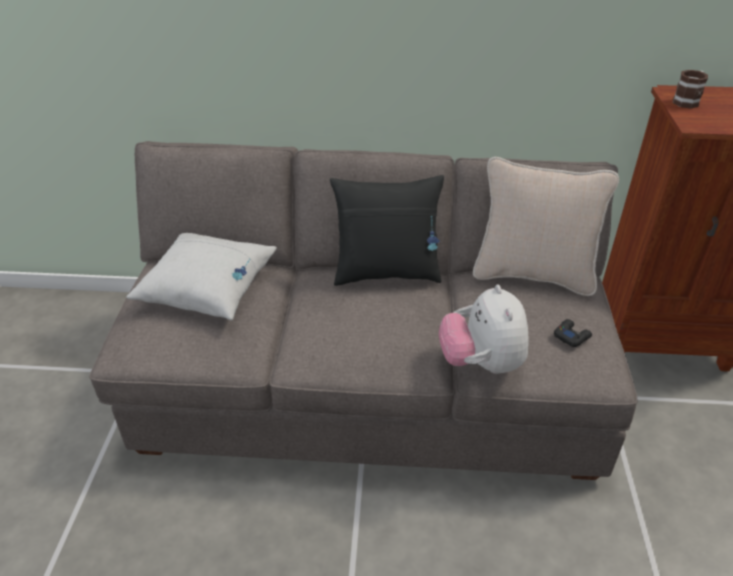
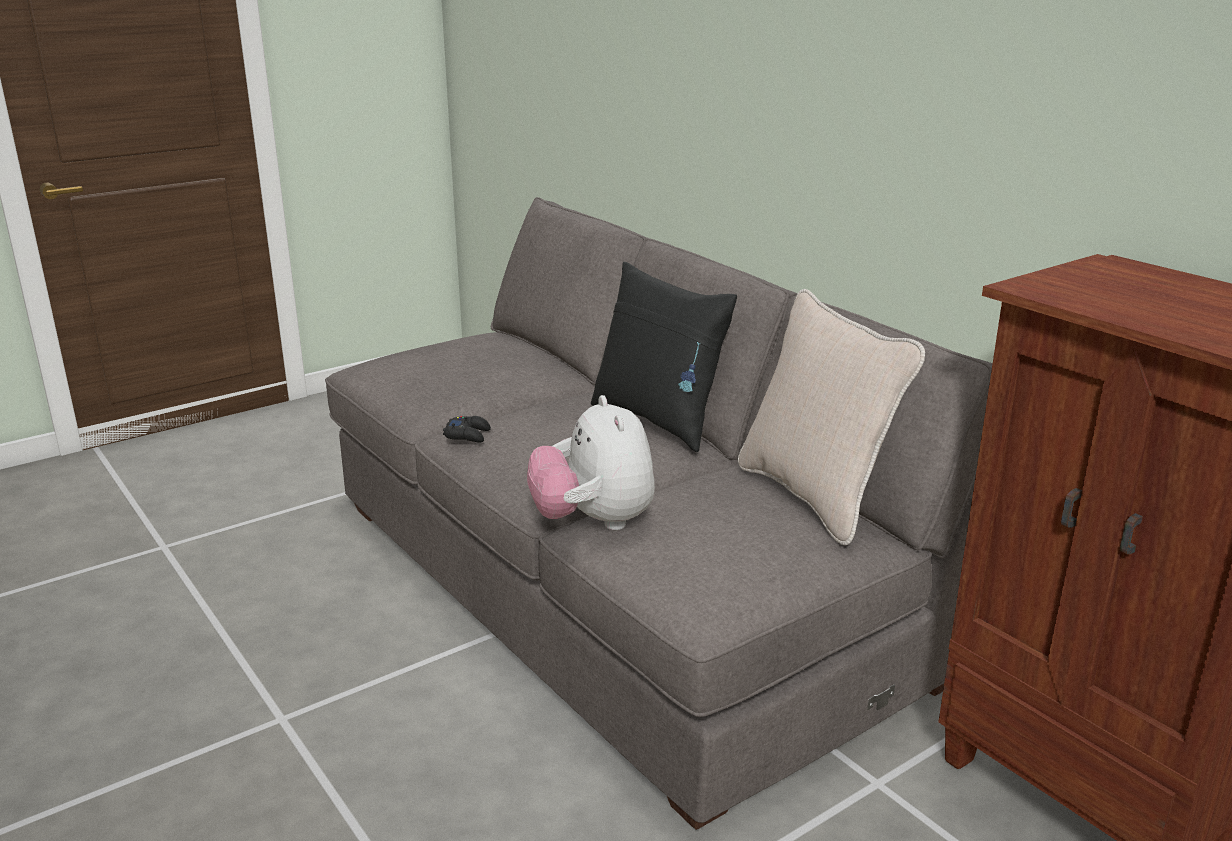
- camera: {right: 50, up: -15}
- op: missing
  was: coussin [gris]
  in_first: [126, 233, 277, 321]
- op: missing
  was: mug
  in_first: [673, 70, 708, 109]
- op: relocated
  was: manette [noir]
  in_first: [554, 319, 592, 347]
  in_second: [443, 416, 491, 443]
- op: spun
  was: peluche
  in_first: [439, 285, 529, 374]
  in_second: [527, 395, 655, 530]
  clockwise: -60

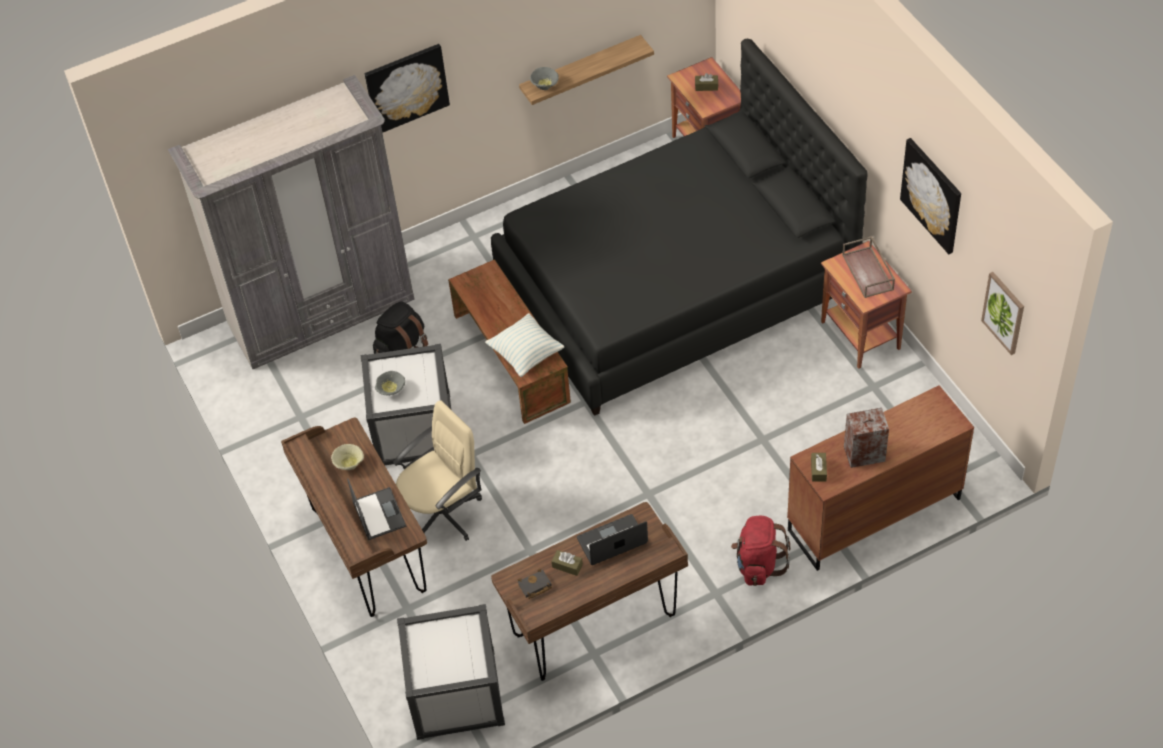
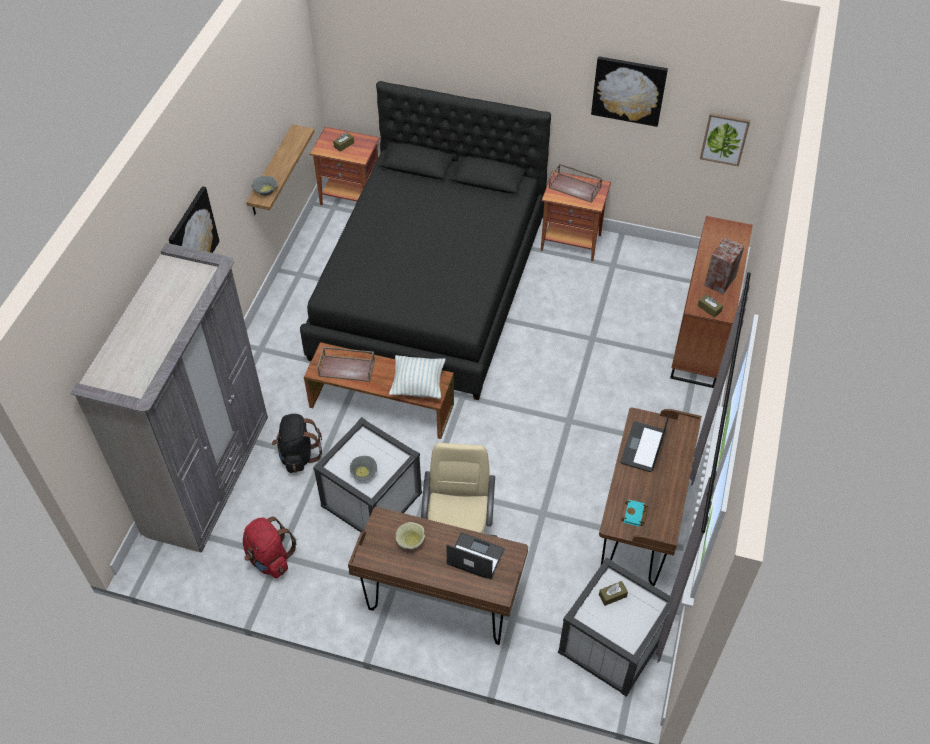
- camera: {right: -50, up: 0}
- op: appeared
  now: plateau [marron]
  in_second: [317, 347, 375, 382]
- op: relocated
  was: boîte à mouchoirs [marron]
  in_first: [551, 550, 583, 576]
  in_second: [599, 581, 628, 606]
- op: relocated
  was: sac à dos [rouge]
  in_first: [731, 516, 790, 586]
  in_second: [243, 517, 297, 578]
- op: colour
  was: livre [noir]
  now: livre [turquoise]
  in_first: [518, 569, 552, 599]
  in_second: [621, 500, 648, 527]

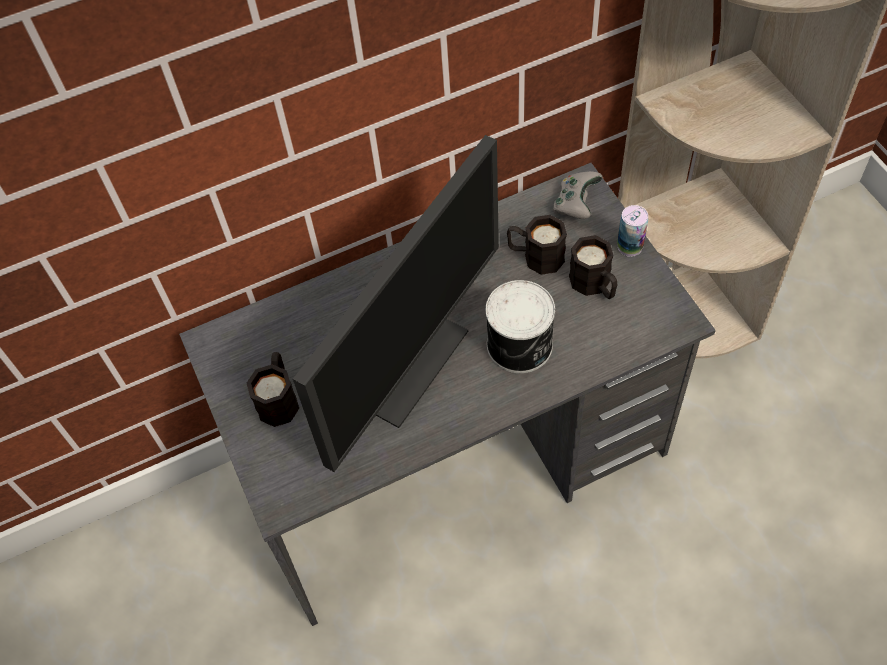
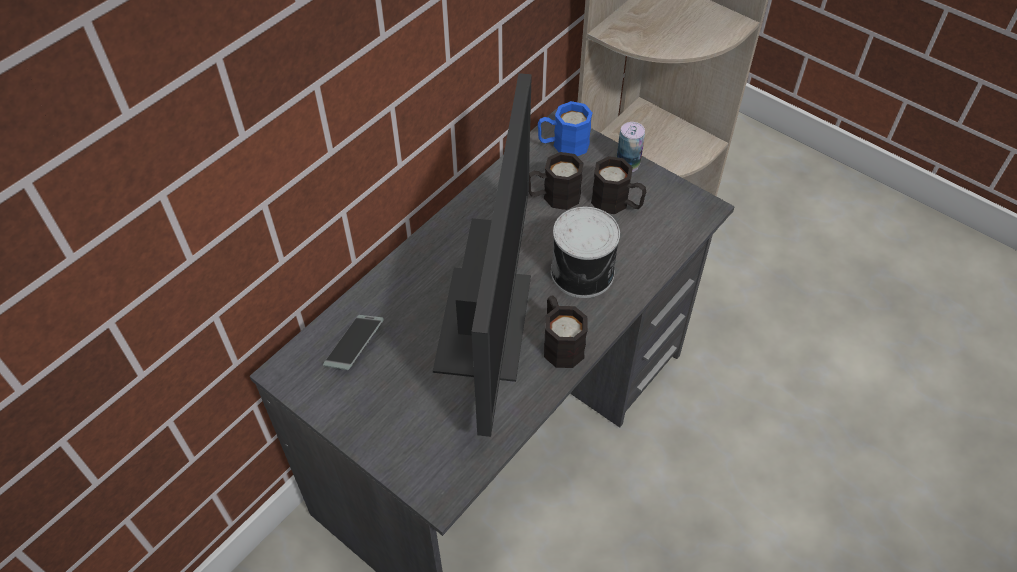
- camera: {right: -30, up: -5}
- op: appeared
  now: téléphone
  in_second: [323, 315, 384, 370]
- op: relocated
  was: mug [noir]
  in_first: [247, 352, 299, 427]
  in_second: [544, 296, 588, 368]
- op: exchanged
  was: manette [gris]
  now: mug [bleu]
  in_first: [553, 171, 603, 219]
  in_second: [538, 101, 592, 156]

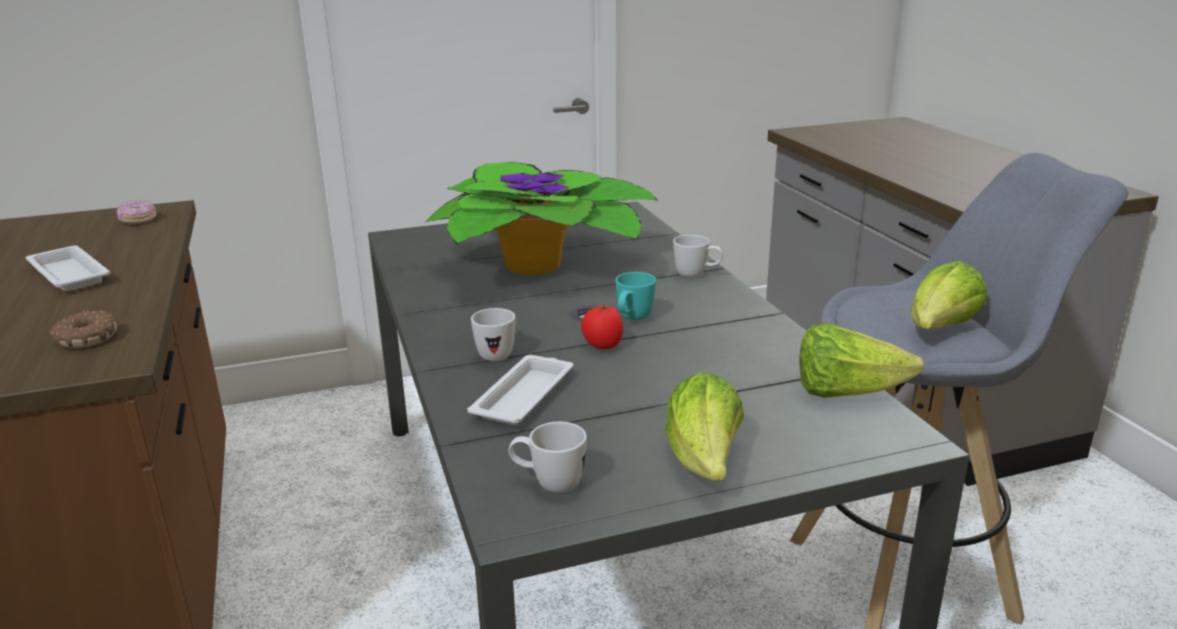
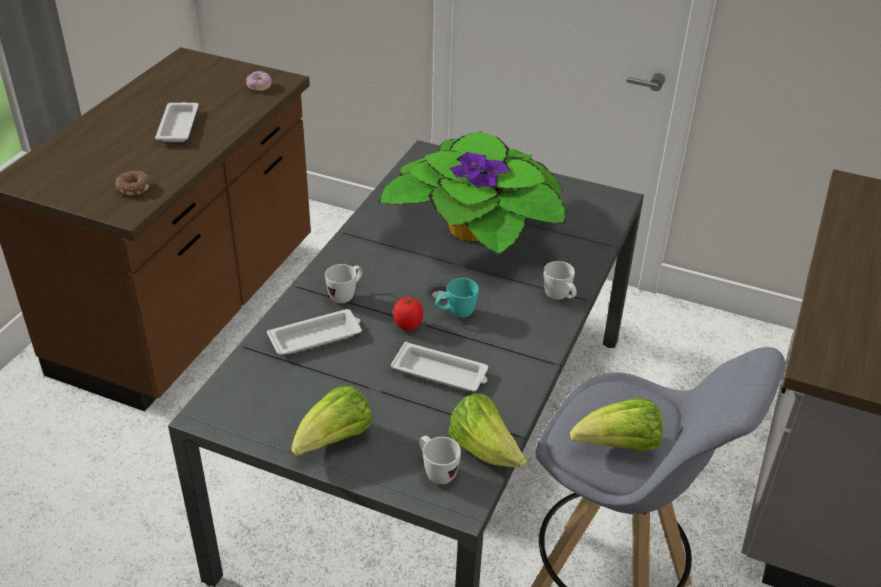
- camera: {right: 40, up: 15}
- op: appeared
  now: plateau [blanc]
  in_second: [391, 342, 488, 392]
- op: relocated
  was: mug [blanc]
  in_first: [509, 422, 587, 493]
  in_second: [419, 436, 461, 484]

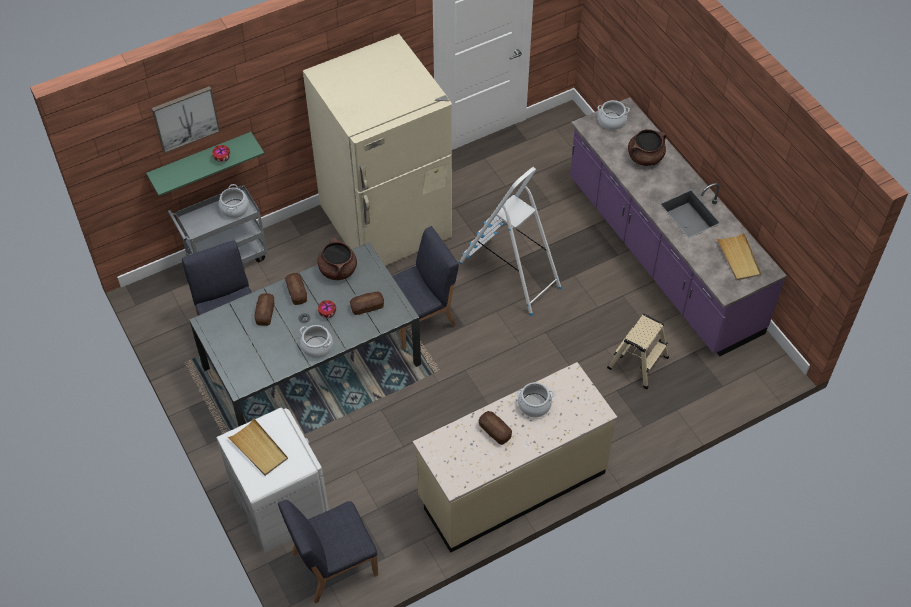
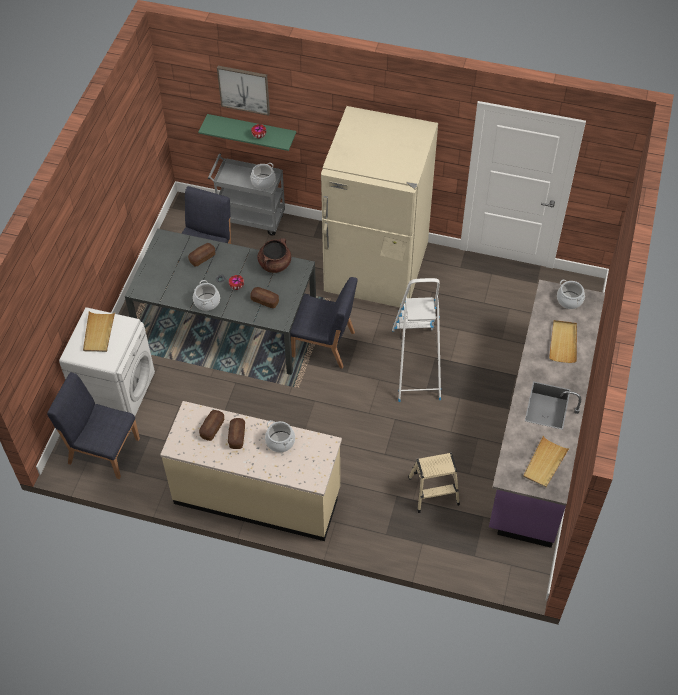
- camera: {right: 45, up: 0}
- op: relocated
  was: pain
  in_first: [285, 273, 307, 305]
  in_second: [199, 410, 224, 441]
- op: exchanged
  was: marmite [marron]
  now: plateau [beige]
  in_first: [628, 129, 666, 166]
  in_second: [549, 320, 577, 363]

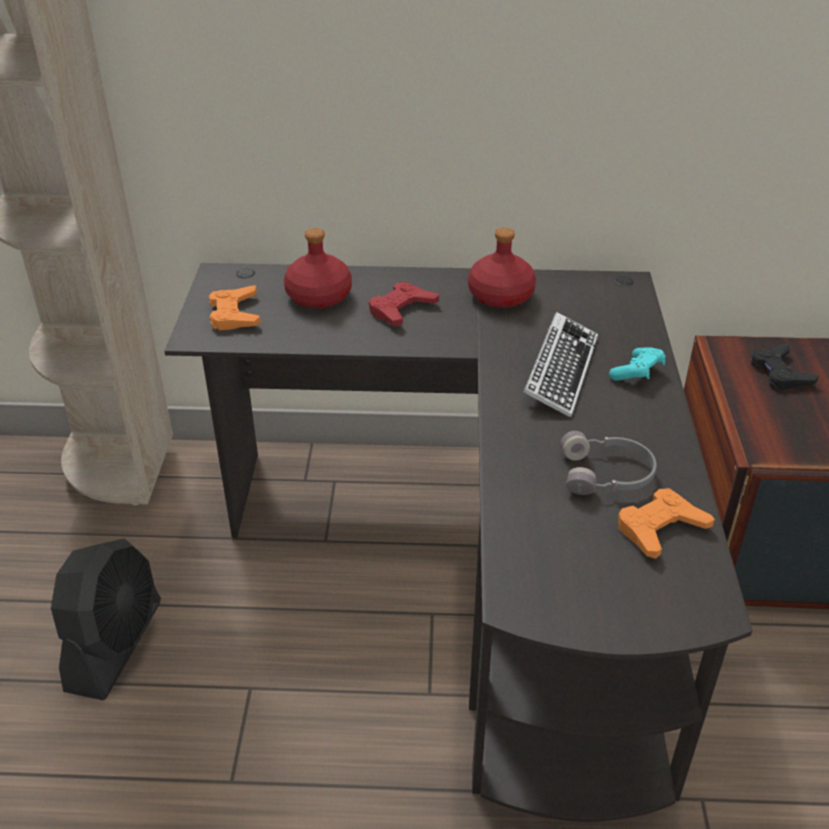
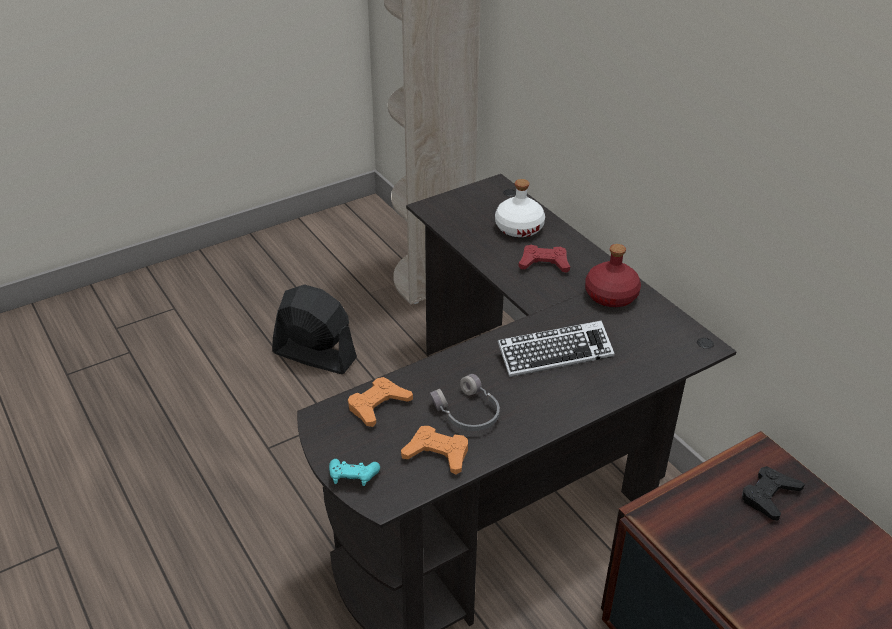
- camera: {right: 55, up: 0}
- op: relocated
  was: manette [orange]
  in_first: [209, 285, 260, 330]
  in_second: [348, 377, 413, 427]
- op: relocated
  was: manette [turquoise]
  in_first: [609, 347, 665, 381]
  in_second: [329, 459, 380, 486]
- op: colour
  was: bouteille [rouge]
  now: bouteille [blanc]
  in_first: [284, 228, 352, 308]
  in_second: [495, 179, 545, 237]
- op: spun
  was: ventilateur [noir]
  in_first: [51, 538, 161, 700]
  in_second: [272, 284, 357, 374]
  clockwise: -135

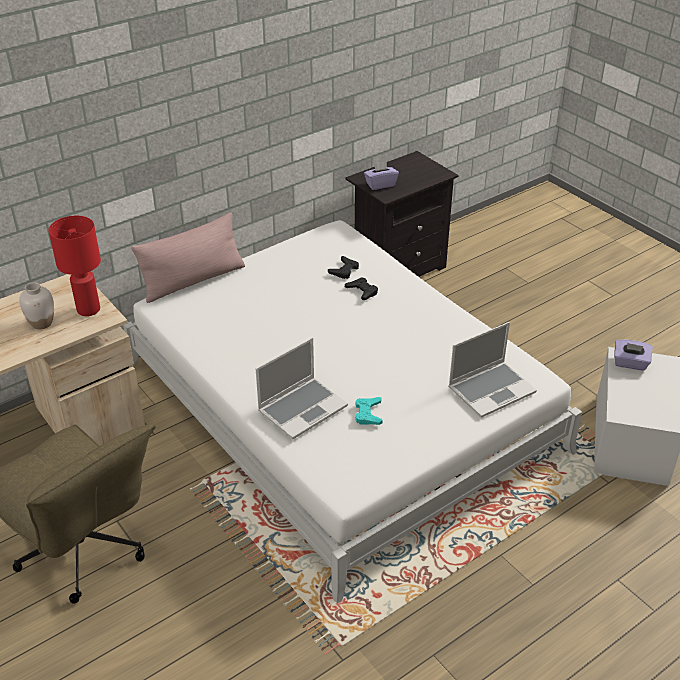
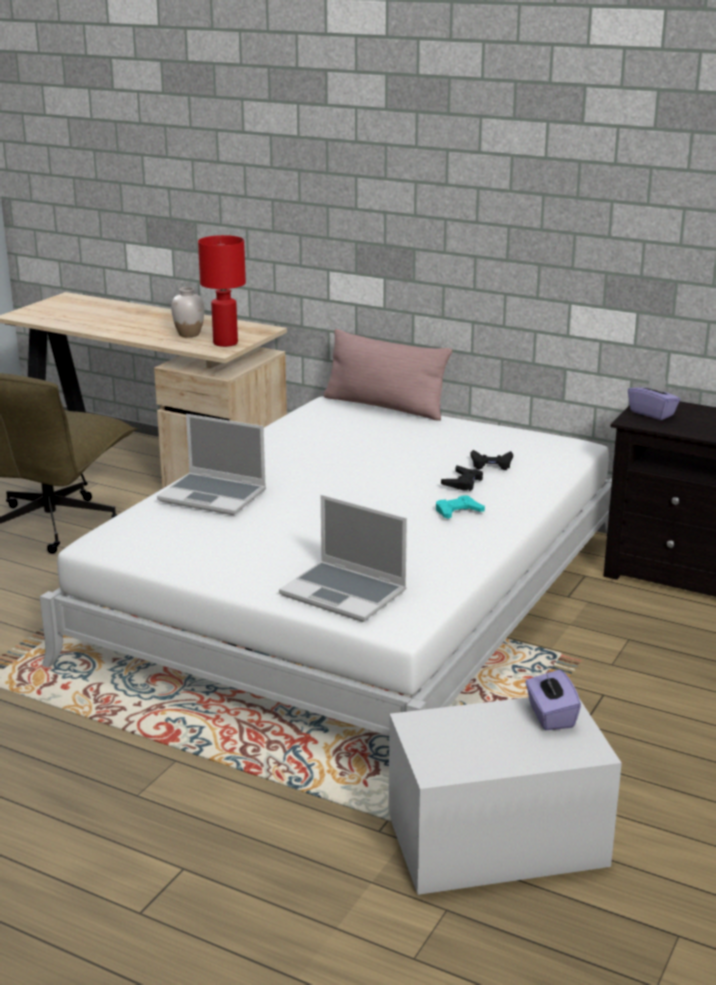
- camera: {right: 65, up: -15}
- op: relocated
  was: manette [turquoise]
  in_first: [355, 397, 383, 425]
  in_second: [436, 495, 485, 519]

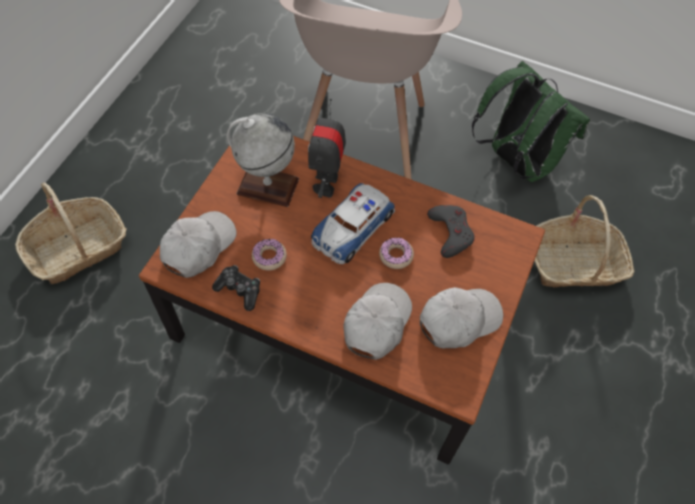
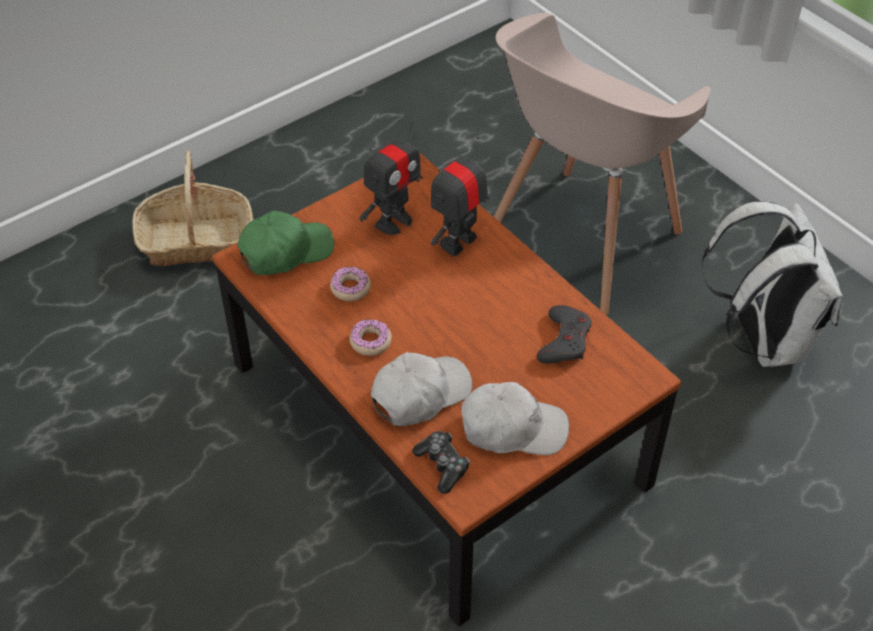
- camera: {right: 30, up: -10}
- op: missing
  was: petite voiture
  in_first: [311, 183, 395, 264]
- op: missing
  was: panier
  in_first: [534, 195, 634, 288]
- op: relocated
  was: manette
  in_first: [212, 265, 260, 311]
  in_second: [412, 431, 470, 494]
- op: relocated
  was: beignet
  in_first: [379, 237, 414, 269]
  in_second: [349, 319, 392, 356]
- op: exchanged
  was: globe
  now: robot jouet
  in_first: [227, 113, 299, 207]
  in_second: [359, 122, 423, 235]
- op: colour
  was: casquette [blanc]
  now: casquette [vert]
  in_first: [160, 211, 236, 278]
  in_second: [237, 211, 334, 275]
- op: colour
  was: sac à dos [vert]
  now: sac à dos [blanc]
  in_first: [472, 61, 590, 182]
  in_second: [701, 201, 843, 367]

